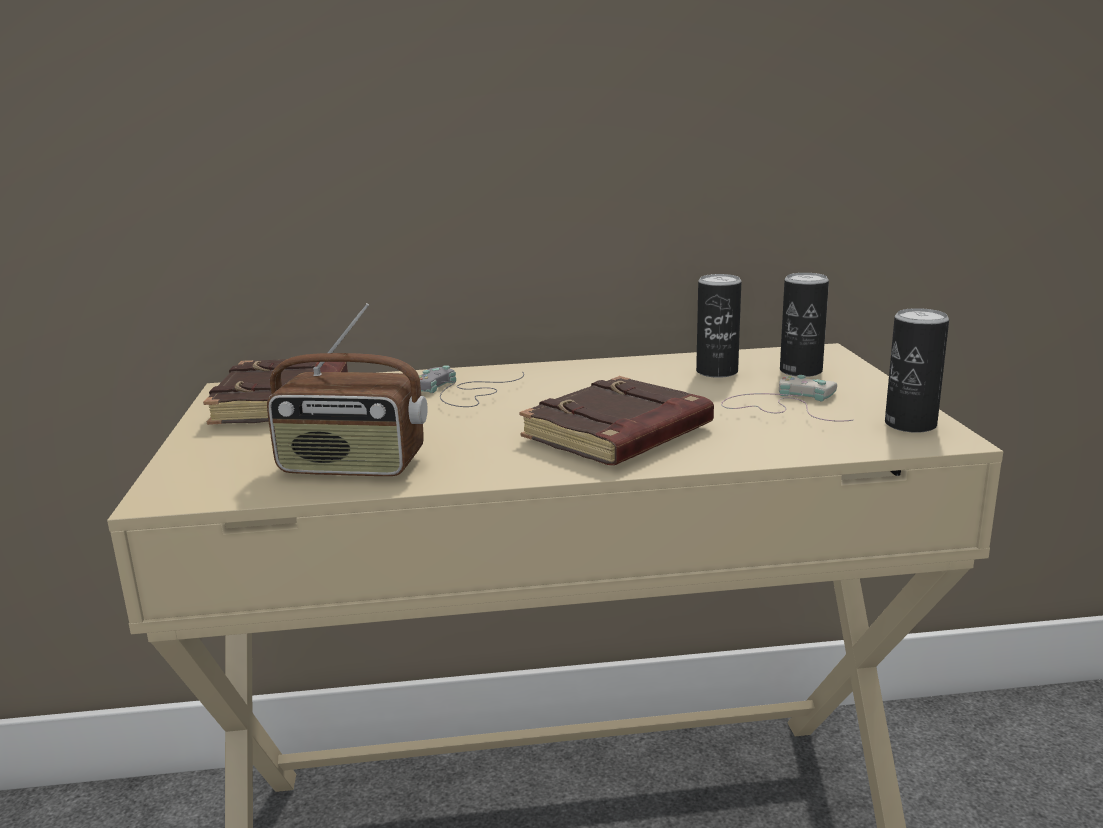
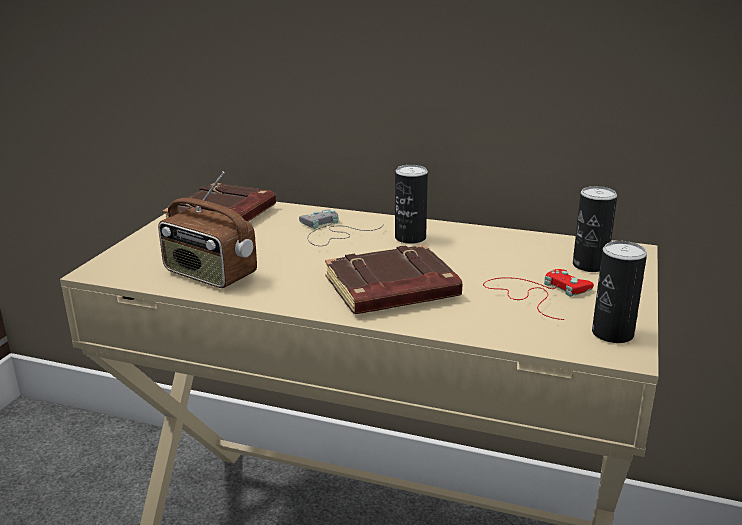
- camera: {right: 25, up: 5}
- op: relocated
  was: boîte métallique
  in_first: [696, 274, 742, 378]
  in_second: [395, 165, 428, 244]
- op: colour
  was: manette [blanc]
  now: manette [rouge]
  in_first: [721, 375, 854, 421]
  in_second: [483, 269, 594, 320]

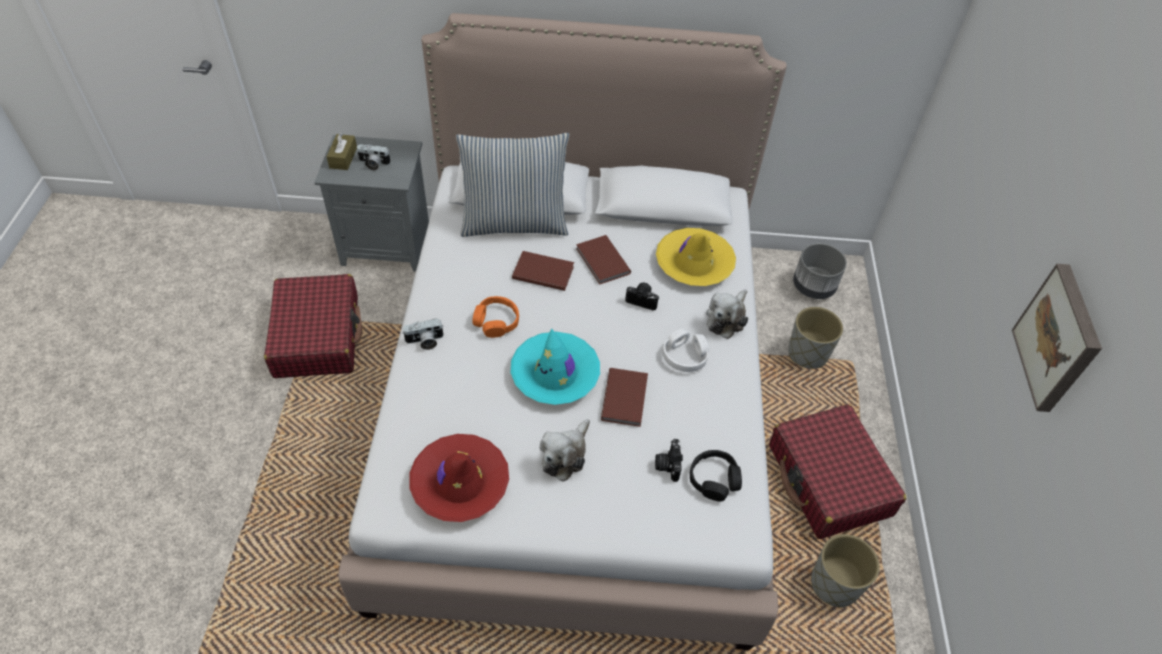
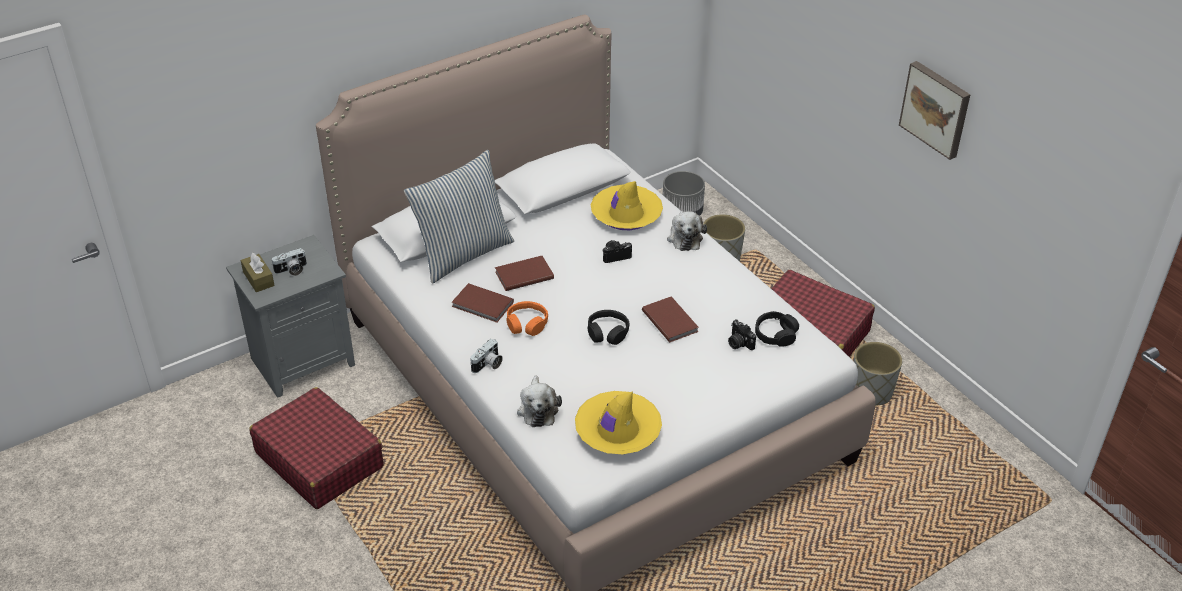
- camera: {right: -35, up: -10}
- op: missing
  was: casque audio [blanc]
  in_first: [662, 329, 709, 372]
- op: relocated
  was: peluche
  in_first: [539, 419, 590, 482]
  in_second: [517, 375, 562, 427]
- op: relocated
  was: livre [marron]
  in_first: [576, 235, 631, 285]
  in_second: [452, 283, 514, 323]
- op: exchanged
  was: chapeau [turquoise]
  now: casque audio [noir]
  in_first: [511, 328, 600, 405]
  in_second: [588, 310, 629, 345]
- op: colour
  was: chapeau [rouge]
  now: chapeau [jaune]
  in_first: [409, 434, 509, 522]
  in_second: [575, 391, 662, 454]

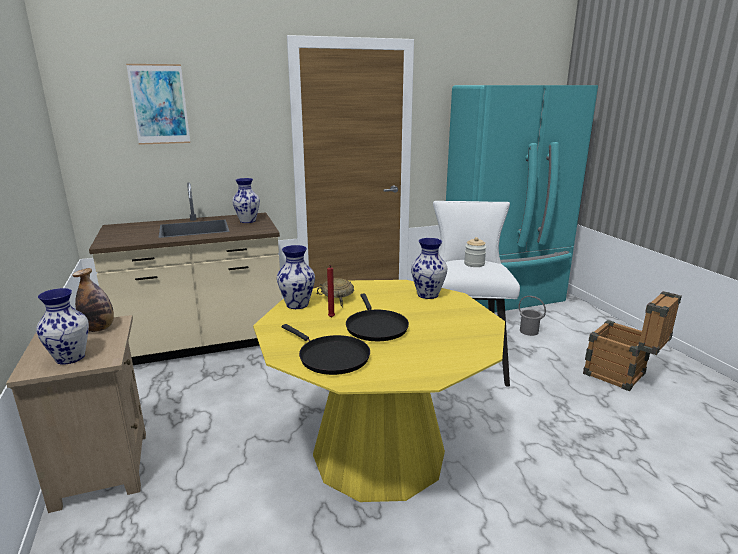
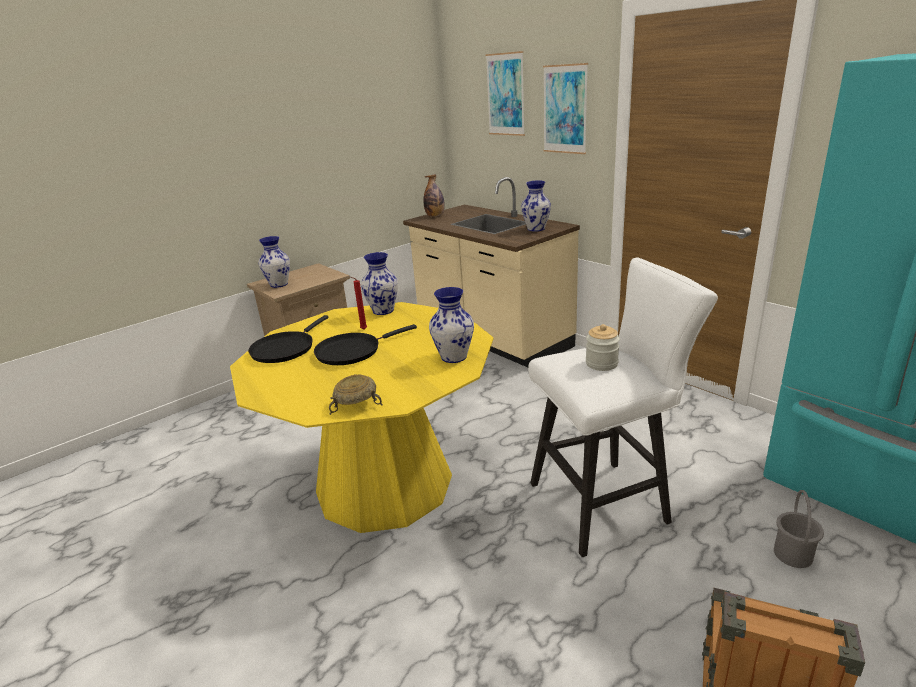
- camera: {right: 70, up: 5}
- op: appeared
  now: tableau
  in_second: [543, 63, 588, 154]
- op: relocated
  was: bouteille
  in_first: [72, 268, 114, 332]
  in_second: [423, 174, 445, 217]
- op: relocated
  was: bol [beige]
  in_first: [317, 278, 354, 308]
  in_second: [329, 374, 383, 415]

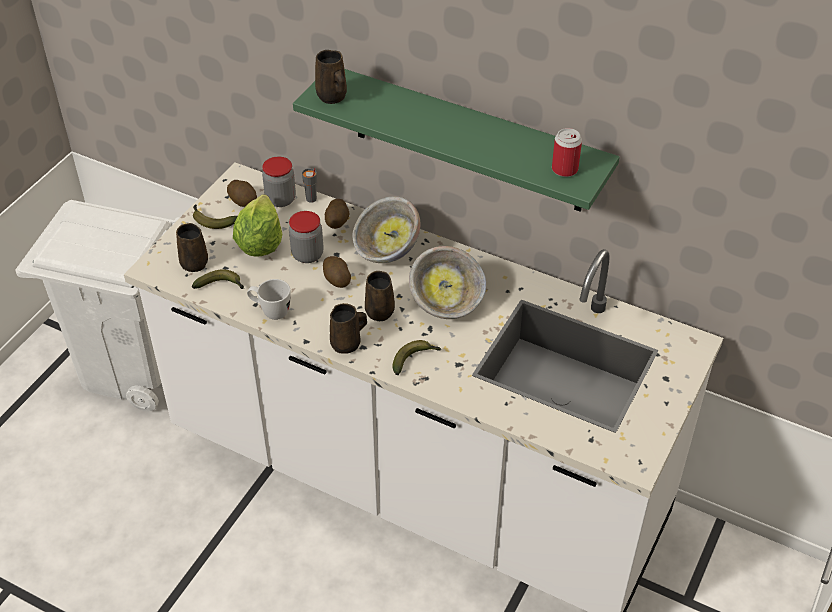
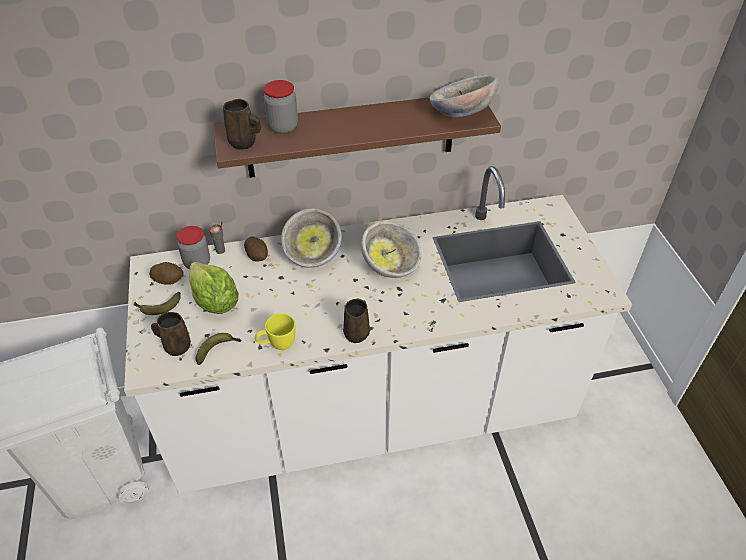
- camera: {right: -40, up: 0}
- op: missing
  was: pomme de terre
  in_first: [323, 256, 351, 288]
- op: missing
  was: mug [marron]
  in_first: [365, 271, 395, 321]
- op: missing
  was: banane
  in_first: [392, 340, 441, 375]
- op: relocated
  was: bocal
  in_first: [289, 211, 324, 263]
  in_second: [264, 80, 298, 134]
- op: exchanged
  was: boîte métallique
  now: bol
  in_first: [552, 128, 582, 177]
  in_second: [430, 74, 499, 117]
- op: colour
  was: mug [blanc]
  now: mug [jaune]
  in_first: [247, 279, 291, 320]
  in_second: [255, 313, 296, 350]
- op: colour
  was: étagère [vert]
  now: étagère [marron]
  in_first: [293, 69, 620, 212]
  in_second: [213, 97, 501, 178]

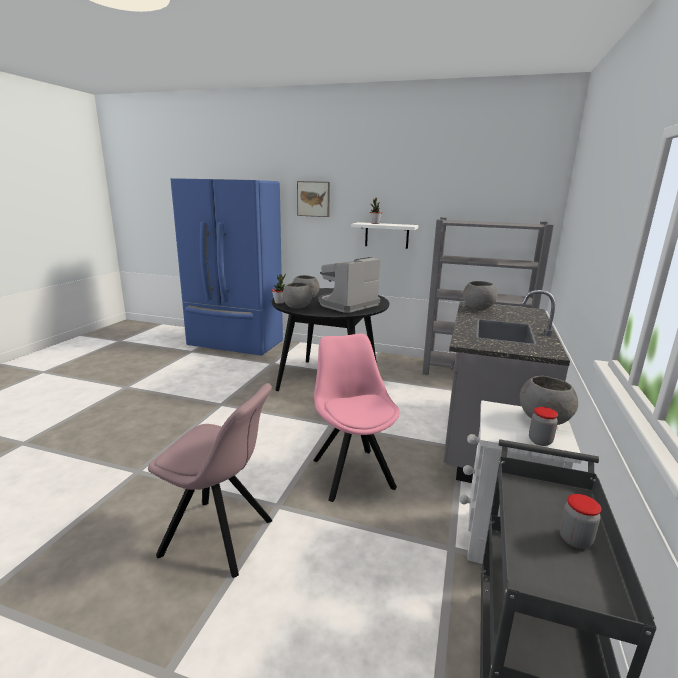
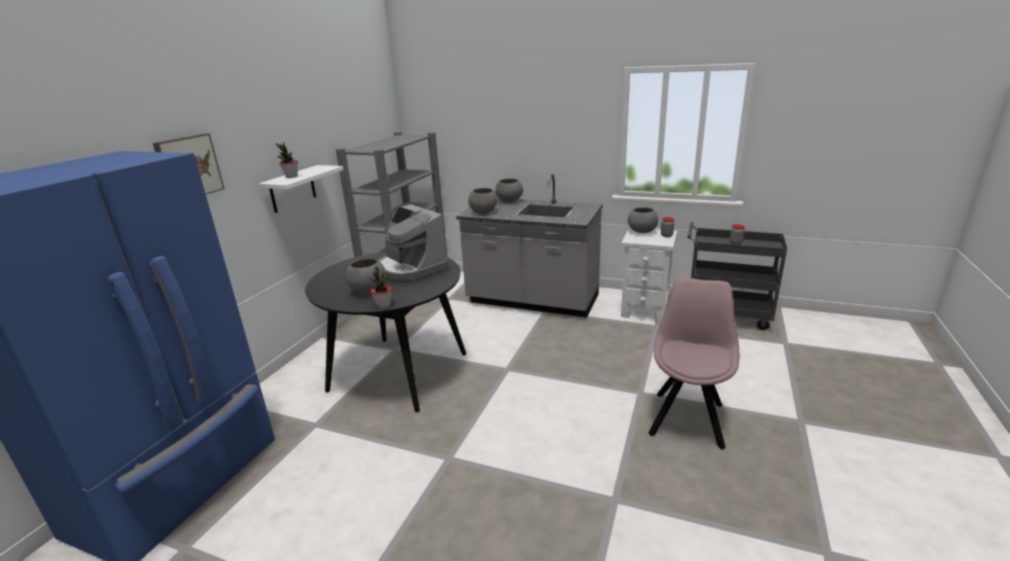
- camera: {right: -85, up: 5}
- op: missing
  was: chaise [rose]
  in_first: [313, 333, 400, 502]
- op: relocated
  was: bol [gris]
  in_first: [283, 282, 312, 309]
  in_second: [495, 178, 523, 203]

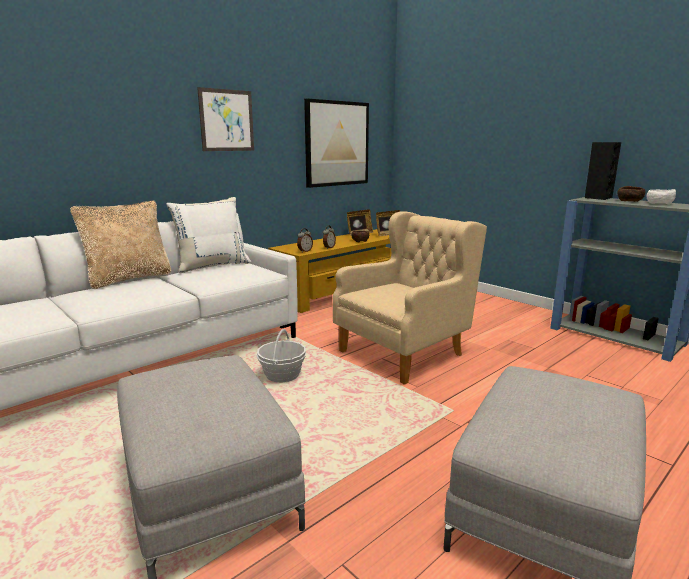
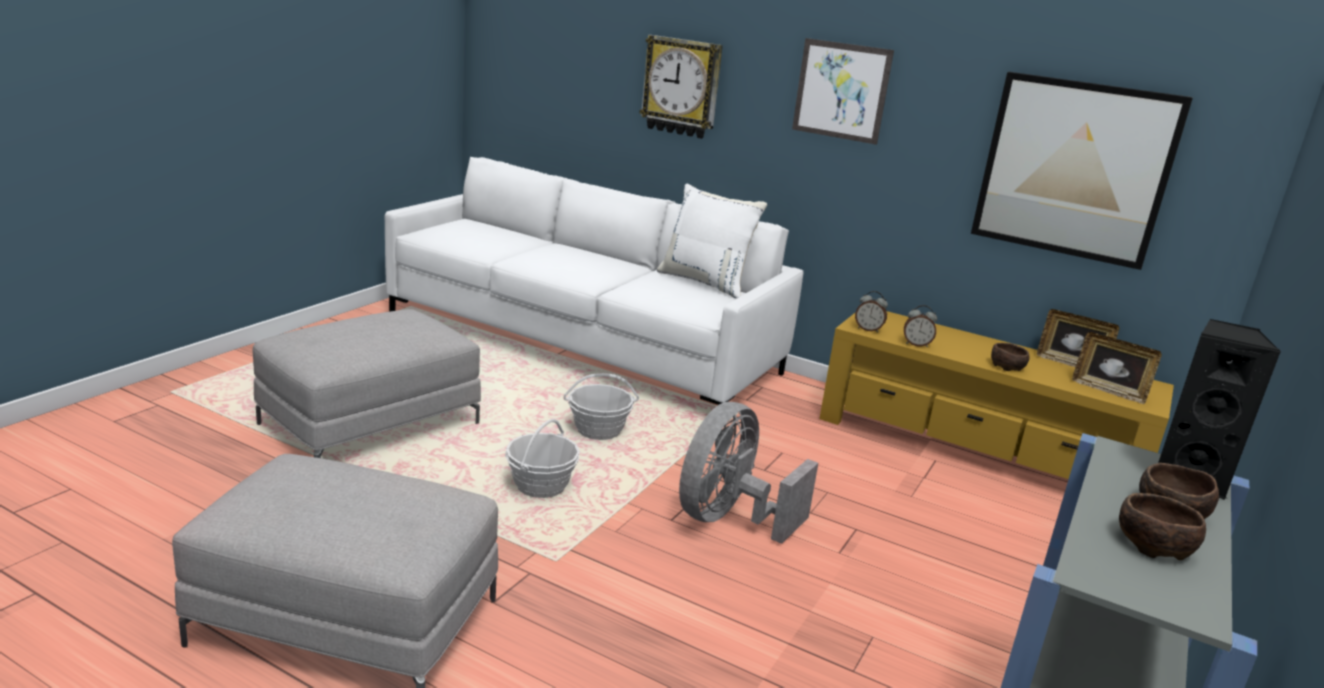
- camera: {right: 70, up: 5}
- op: missing
  was: coussin [beige]
  in_first: [70, 200, 171, 289]
- op: appeared
  now: panier
  in_second: [505, 419, 580, 498]
- op: appeared
  now: horloge murale
  in_second: [639, 35, 723, 139]
- op: exchanged
  was: fauteuil [beige]
  now: ventilateur [gris]
  in_first: [333, 211, 487, 385]
  in_second: [679, 402, 818, 544]
- op: colour
  was: bol [blanc]
  now: bol [marron]
  in_first: [647, 189, 676, 205]
  in_second: [1119, 493, 1206, 560]

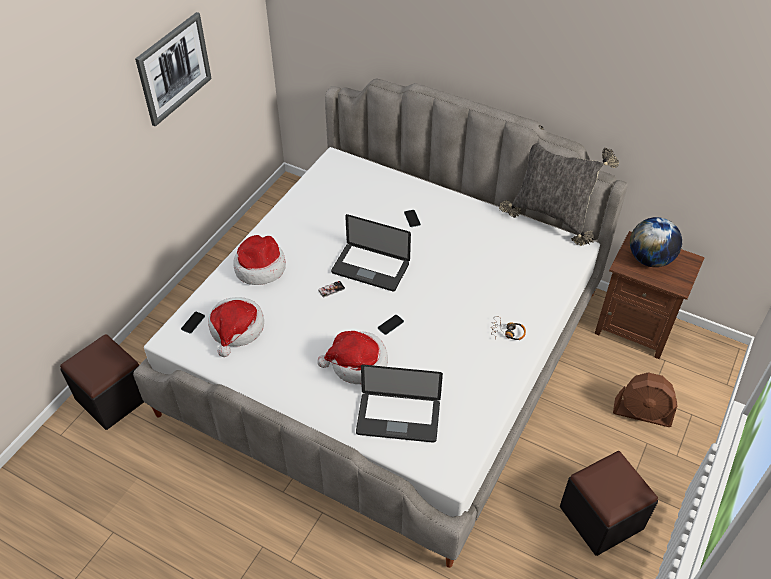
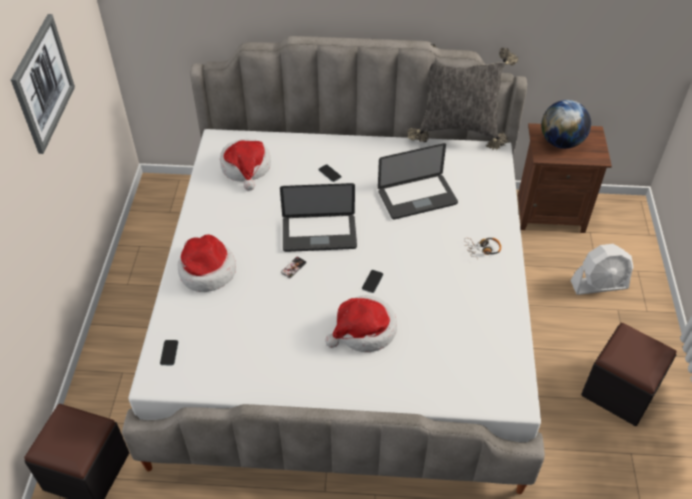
- camera: {right: -25, up: 0}
- op: relocated
  was: chapeau
  in_first: [208, 297, 264, 357]
  in_second: [220, 139, 271, 191]
- op: relocated
  was: ordinateur portable
  in_first: [356, 365, 443, 443]
  in_second: [378, 143, 458, 220]
- op: colour
  was: ventilateur [marron]
  now: ventilateur [blanc]
  in_first: [613, 372, 677, 427]
  in_second: [570, 244, 633, 295]

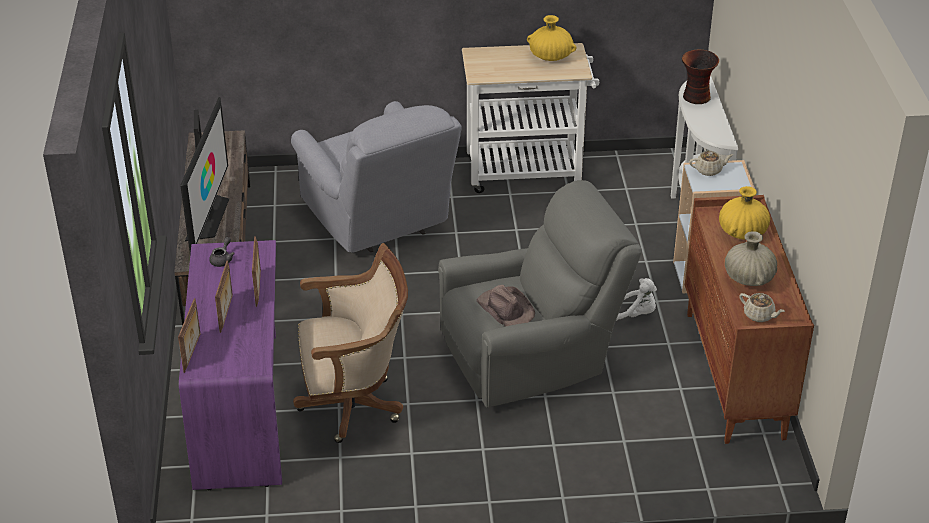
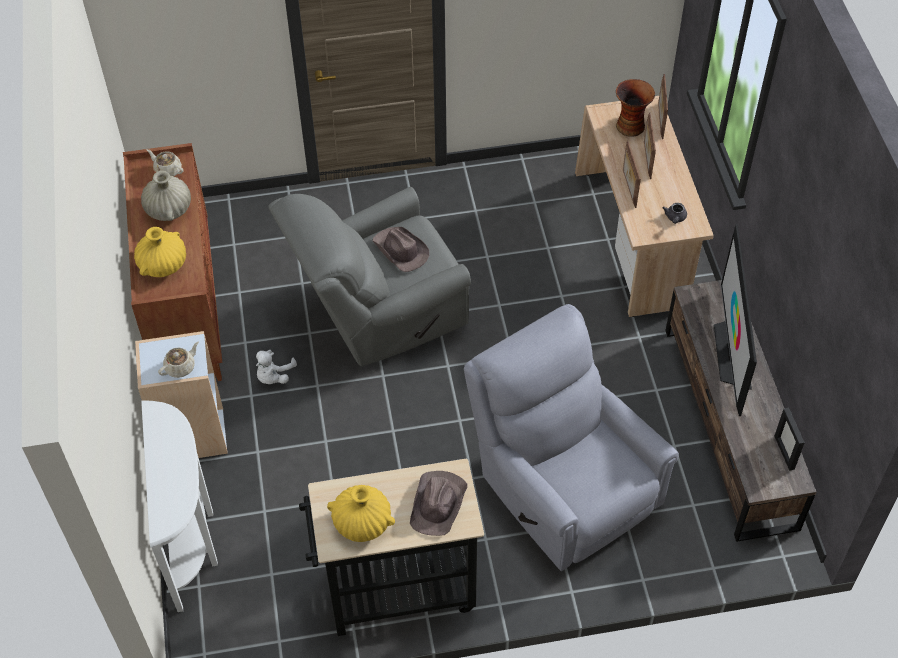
- camera: {right: 175, up: 15}
- op: missing
  was: chaise de bureau
  in_first: [293, 243, 408, 443]
- op: appeared
  now: chapeau [marron]
  in_second: [410, 471, 468, 536]
- op: relocated
  was: vase
  in_first: [682, 50, 719, 104]
  in_second: [616, 79, 655, 137]
- op: colour
  was: bureau [violet]
  now: bureau [beige]
  in_first: [179, 240, 282, 490]
  in_second: [575, 96, 714, 317]
- op: colour
  was: chariot [blanc]
  now: chariot [noir]
  in_first: [462, 43, 599, 193]
  in_second: [299, 459, 484, 636]
- op: spun
  was: peluche [blanc]
  in_first: [616, 278, 657, 321]
  in_second: [256, 350, 297, 384]
  clockwise: -75
- op: spun
  was: théière [beige]
  in_first: [689, 151, 733, 176]
  in_second: [158, 342, 199, 378]
  clockwise: 150

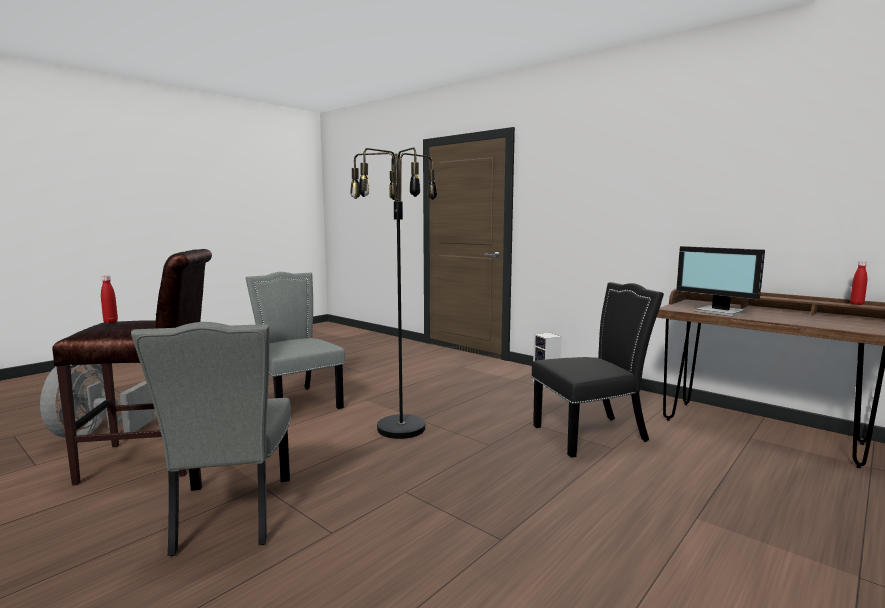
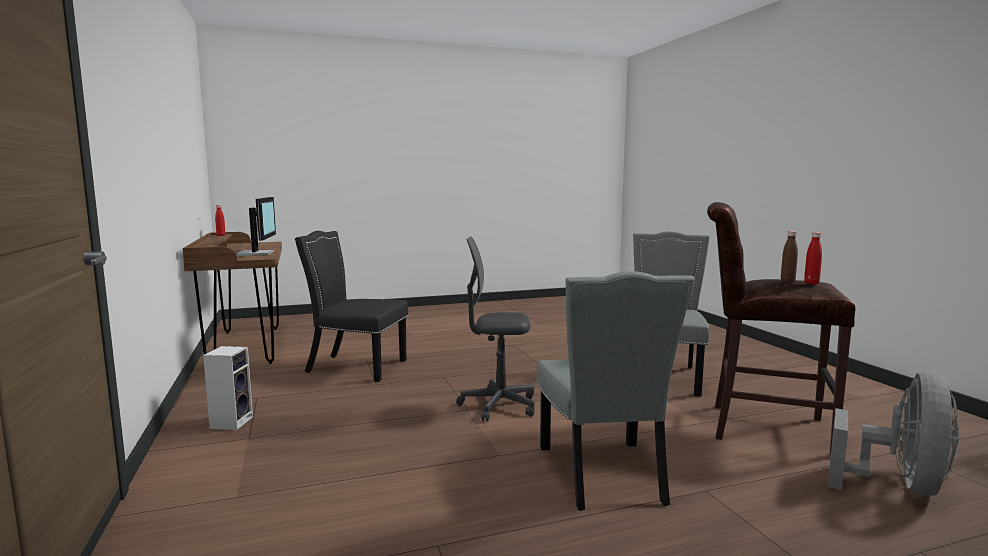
- camera: {right: -150, up: 0}
- op: appeared
  now: bouteille [marron]
  in_second: [781, 231, 798, 283]
- op: exchanged
  was: lampadaire
  now: chaise de bureau [gris]
  in_first: [351, 147, 437, 439]
  in_second: [456, 236, 535, 421]

